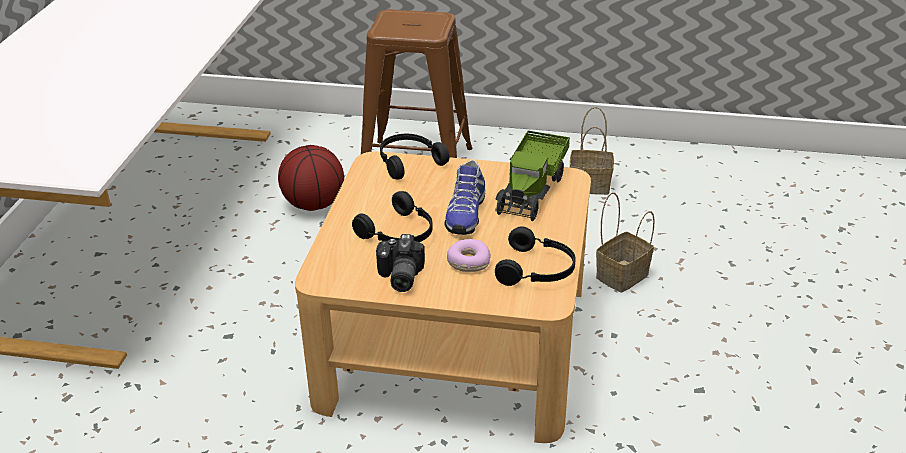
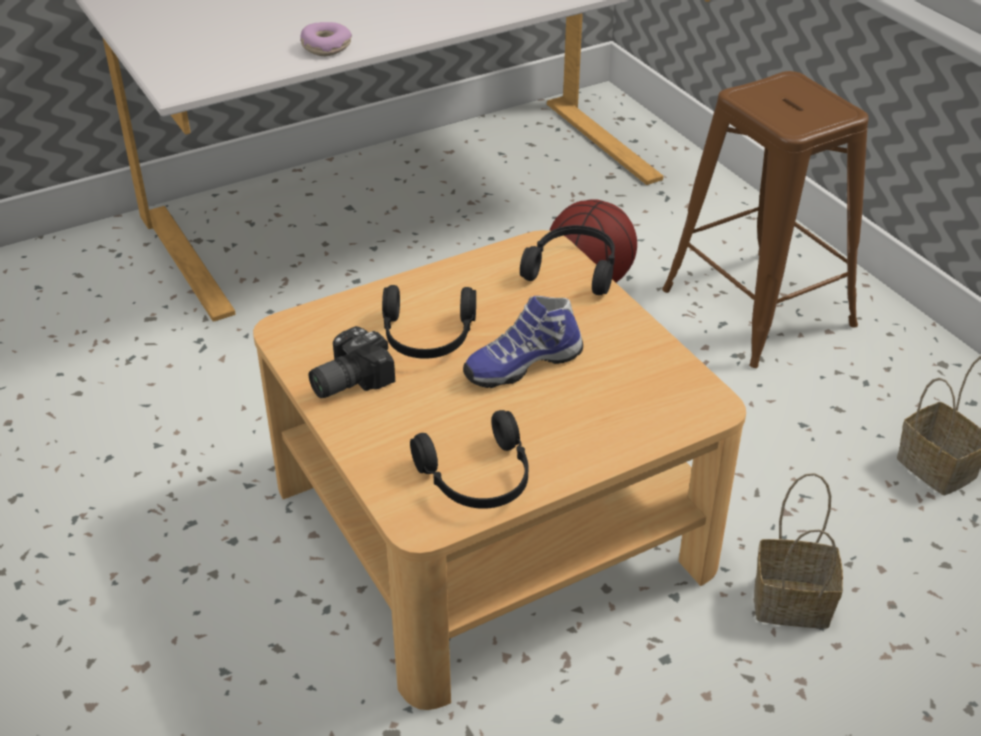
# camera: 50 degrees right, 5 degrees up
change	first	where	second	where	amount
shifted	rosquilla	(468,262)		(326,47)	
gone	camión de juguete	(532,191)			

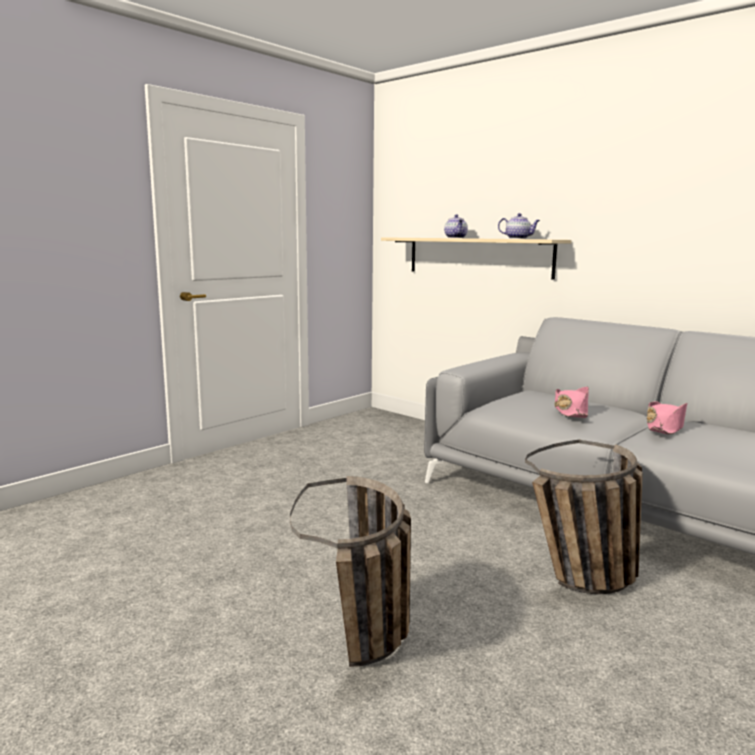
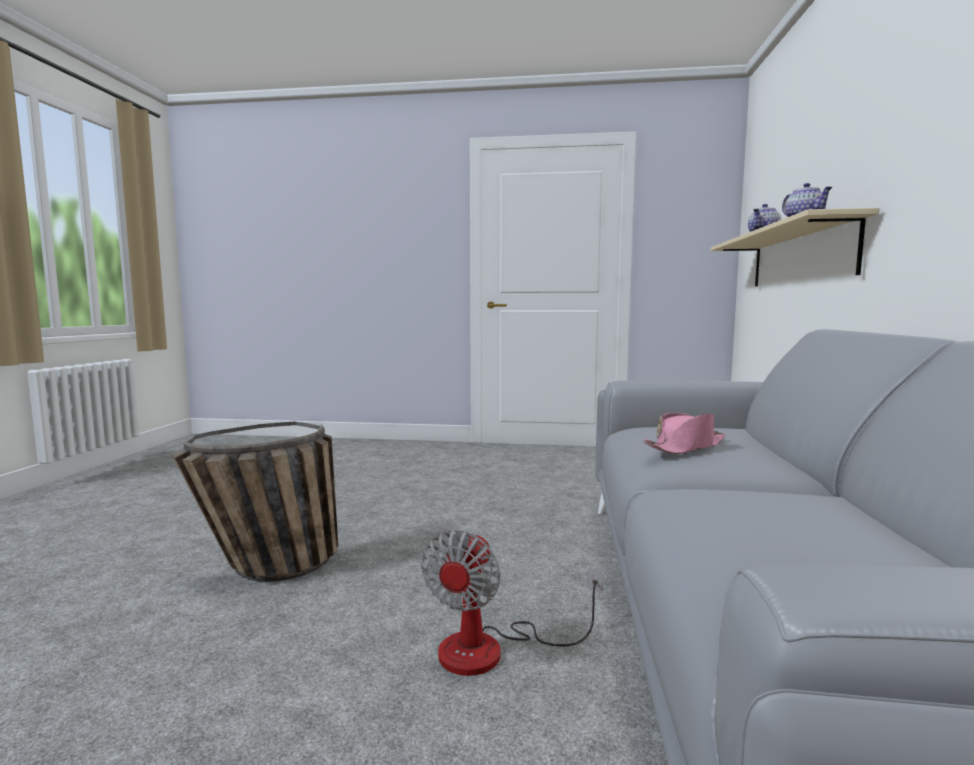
# camera: 55 degrees right, 5 degrees down
change	first	where	second	where	amount
swapped	cesta	(585,583)	ventilador	(492,649)	
gone	sombrero (rosa)	(665,427)			

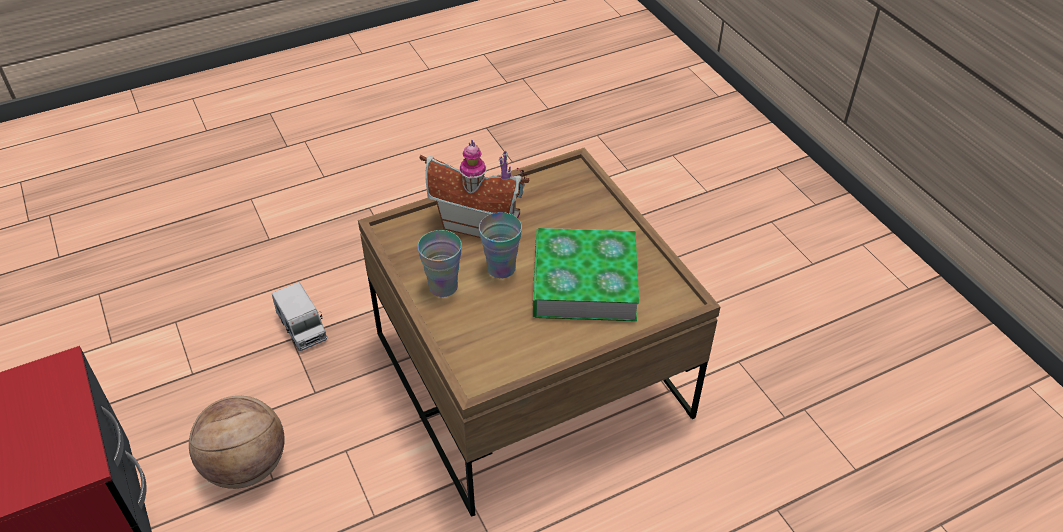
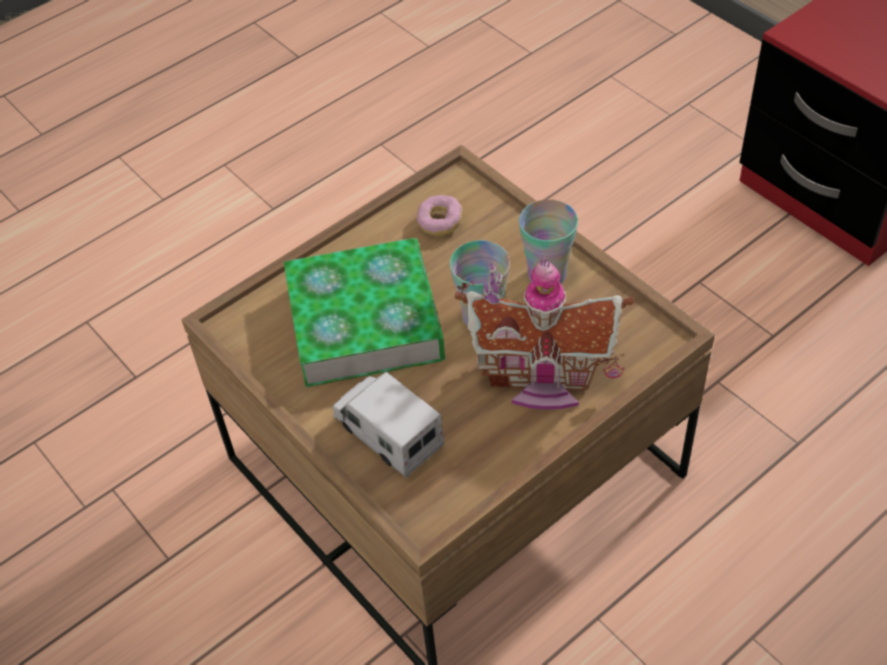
# camera: 170 degrees right, 5 degrees up
change	first	where	second	where	amount
shifted	camión de juguete	(302,328)		(388,433)	
new			rosquilla	(440,223)	
gone	balón de baloncesto	(246,466)			

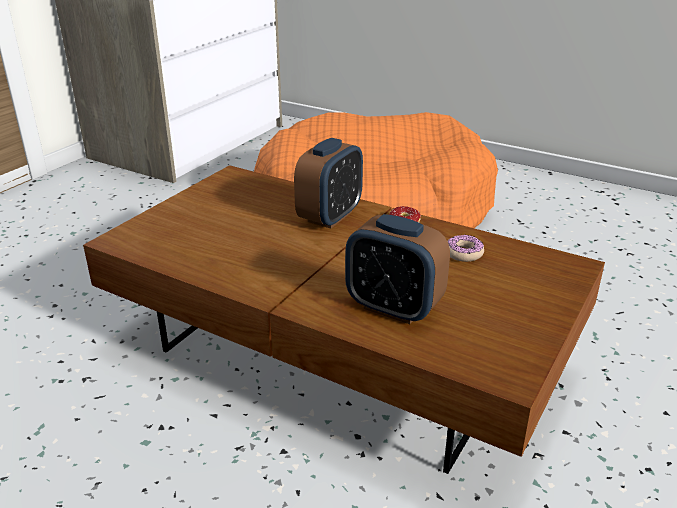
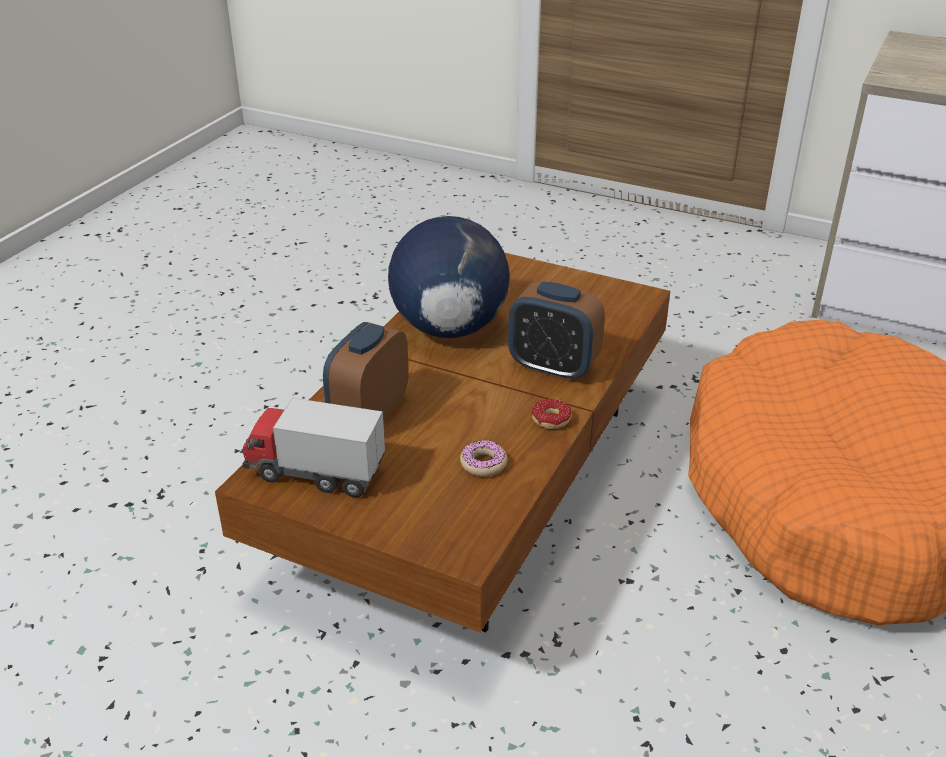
# camera: 85 degrees right, 5 degrees up
change	first	where	second	where	amount
new			camión de juguete	(316,472)	
new			globo terráqueo	(449,328)	

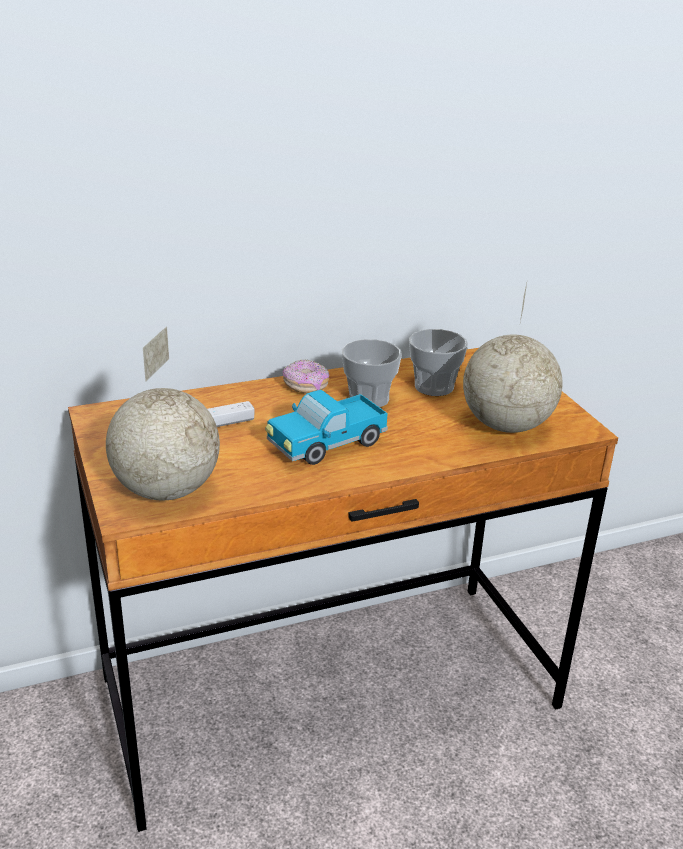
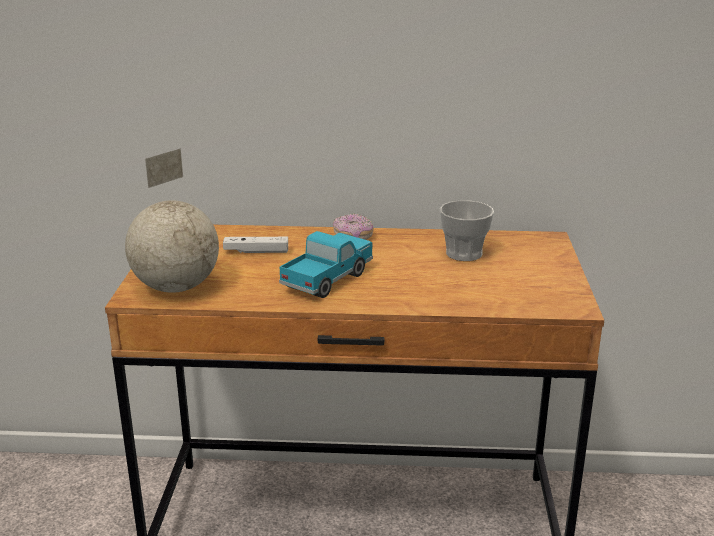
# camera: 25 degrees right, 5 degrees down
change	first	where	second	where	amount
rotated	camión de juguete	(326,445)		(328,279)	135 degrees clockwise
gone	taza	(369,399)			
gone	globo terráqueo	(507,425)			

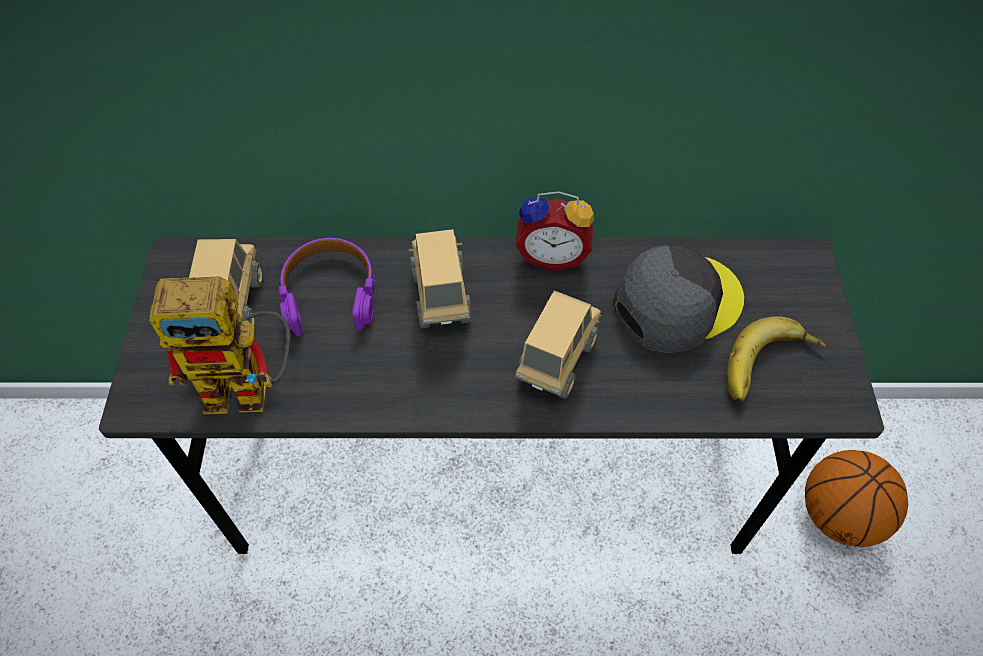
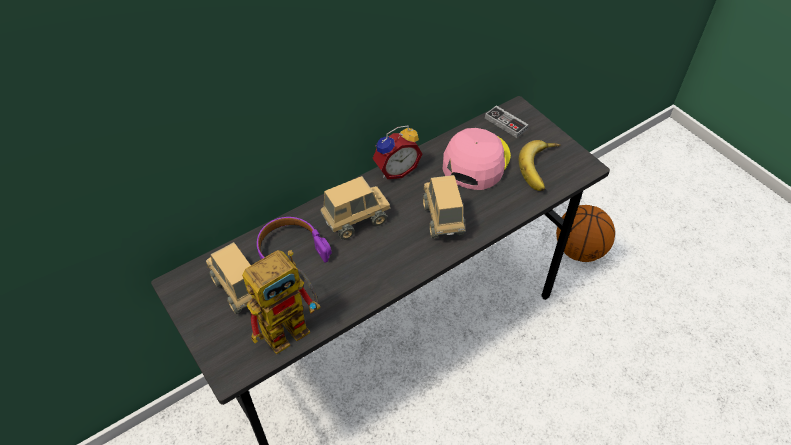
# camera: 35 degrees left, 5 degrees down
change	first	where	second	where	amount
rotated	camión de juguete	(441,298)		(356,221)	105 degrees clockwise
repainted	gorra (gris)	(676,302)	gorra (rosa)	(475,161)	
new			mando de consola	(506,123)	

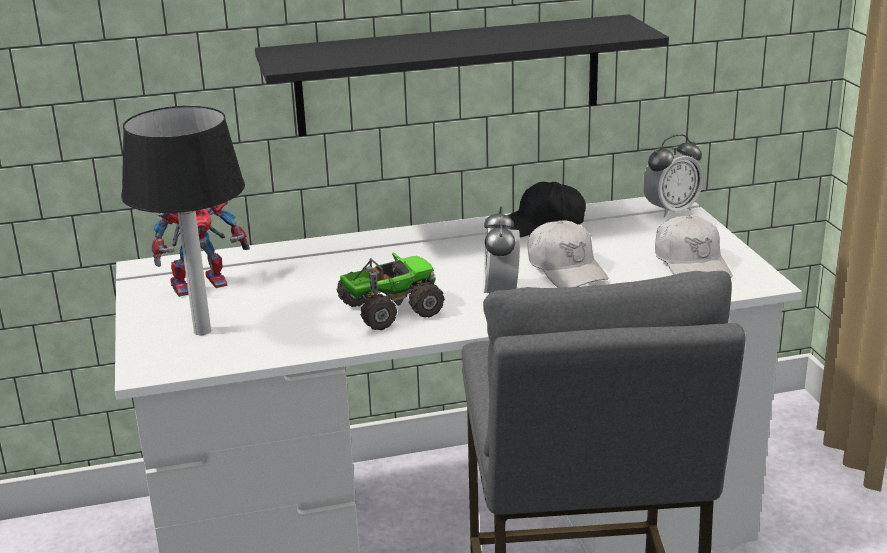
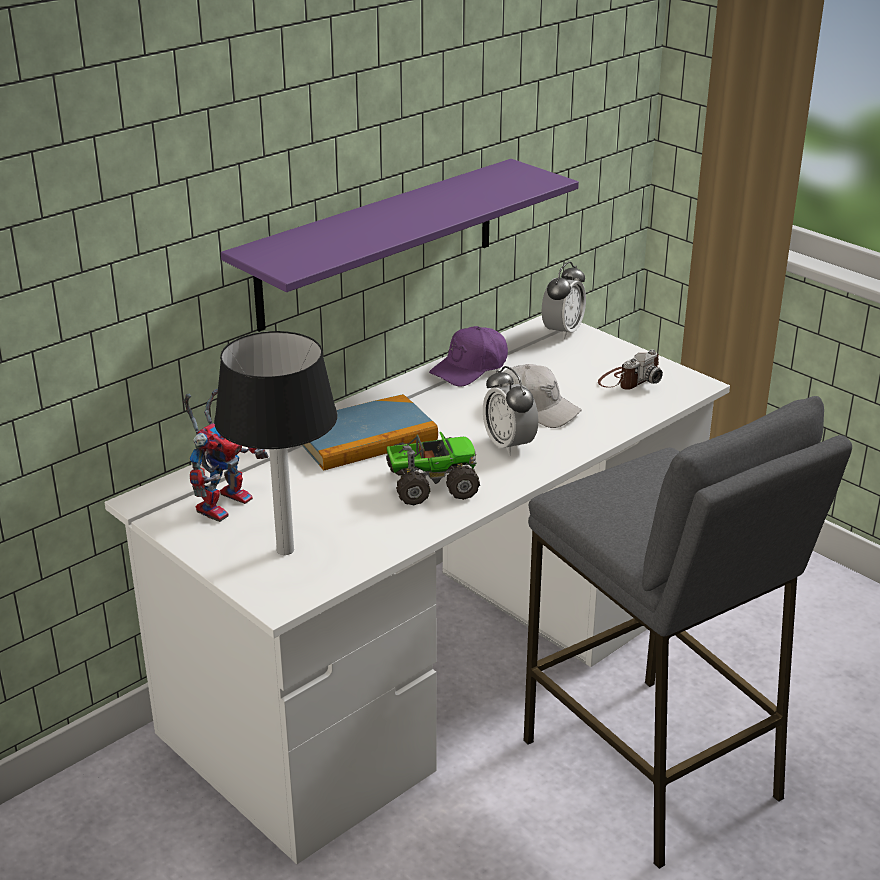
# camera: 30 degrees left, 5 degrees up
change	first	where	second	where	amount
repainted	estante (negro)	(449,75)	estante (morado)	(378,243)	
new			libro	(365,438)	
rotated	camión de juguete	(388,309)		(430,484)	45 degrees clockwise
repainted	gorra (negro)	(541,224)	gorra (morado)	(470,368)	
swapped	gorra (blanco)	(691,264)	cámara	(629,380)	

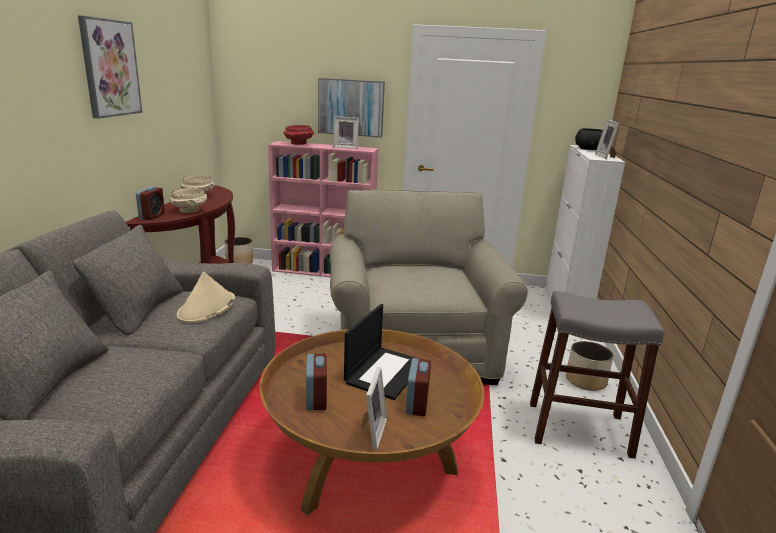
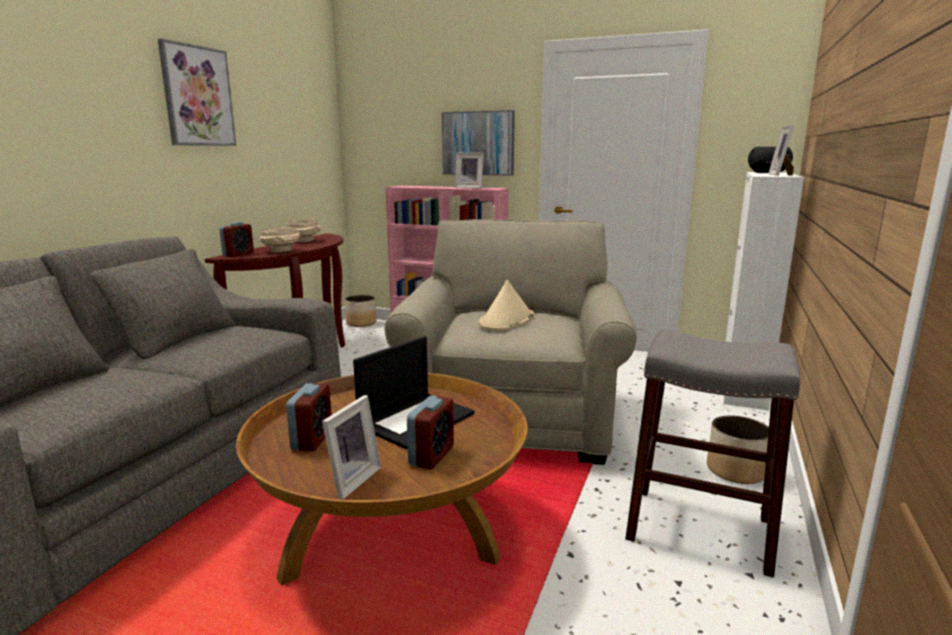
# camera: 15 degrees right, 5 degrees down
change	first	where	second	where	amount
shifted	sombrero (beis)	(206,308)		(506,321)	
gone	cuenco (rojo)	(299,143)			

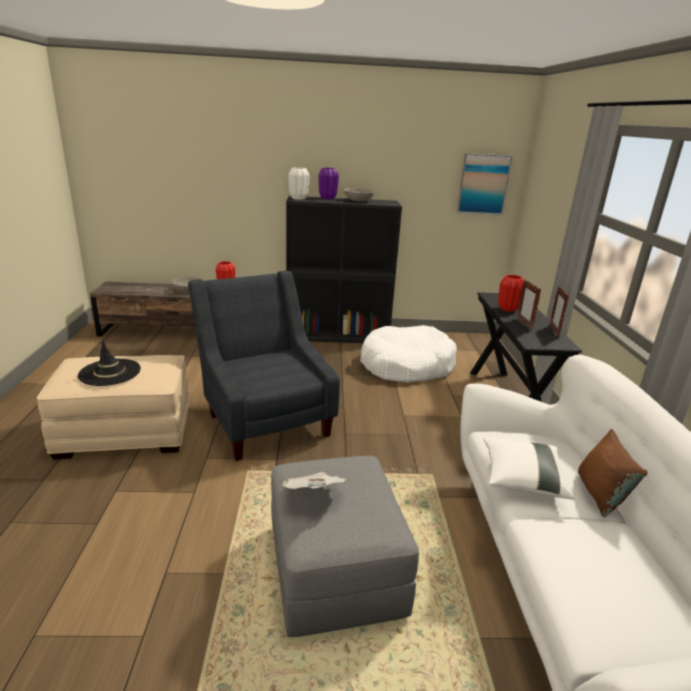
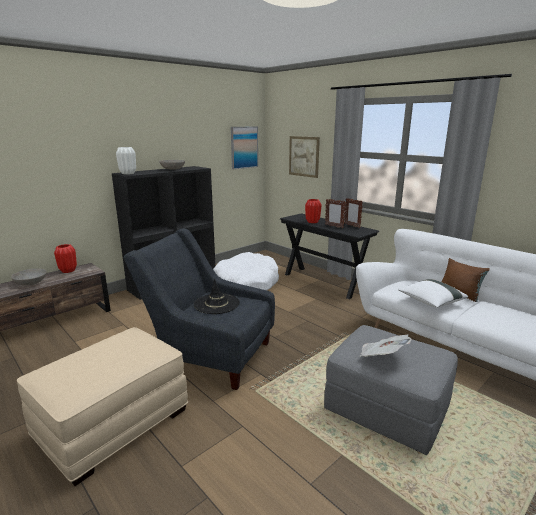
# camera: 40 degrees left, 5 degrees down
change	first	where	second	where	amount
shifted	sombrero (negro)	(110,372)		(216,304)	
new			cuadro	(304,156)	
gone	florero (morado)	(328,198)			

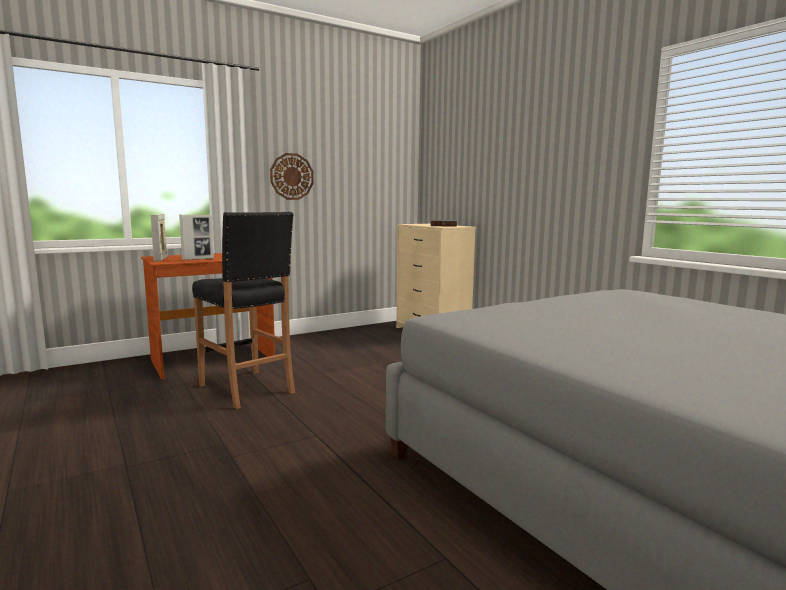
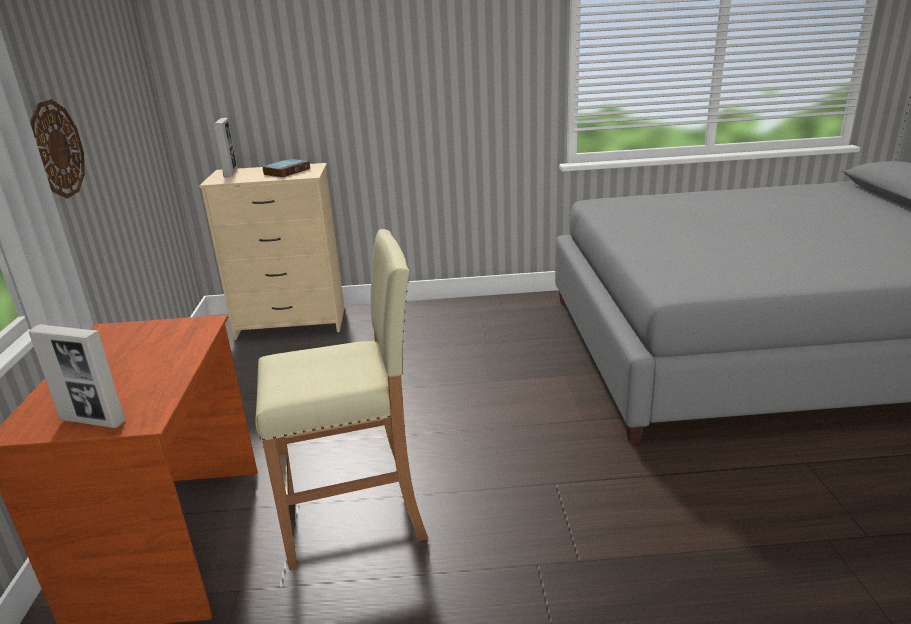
# camera: 60 degrees left, 15 degrees up
change	first	where	second	where	amount
shifted	portarretratos	(198,259)		(230,173)	
repainted	taburete (negro)	(247,389)	taburete (beis)	(356,518)	

